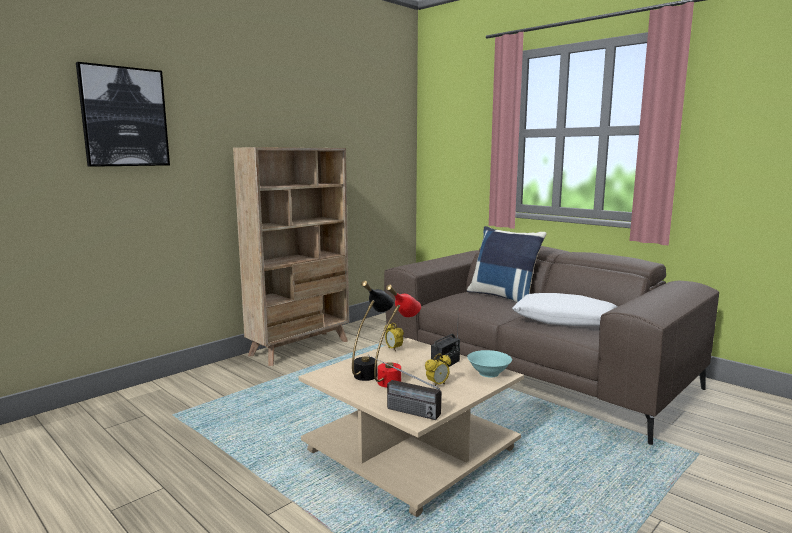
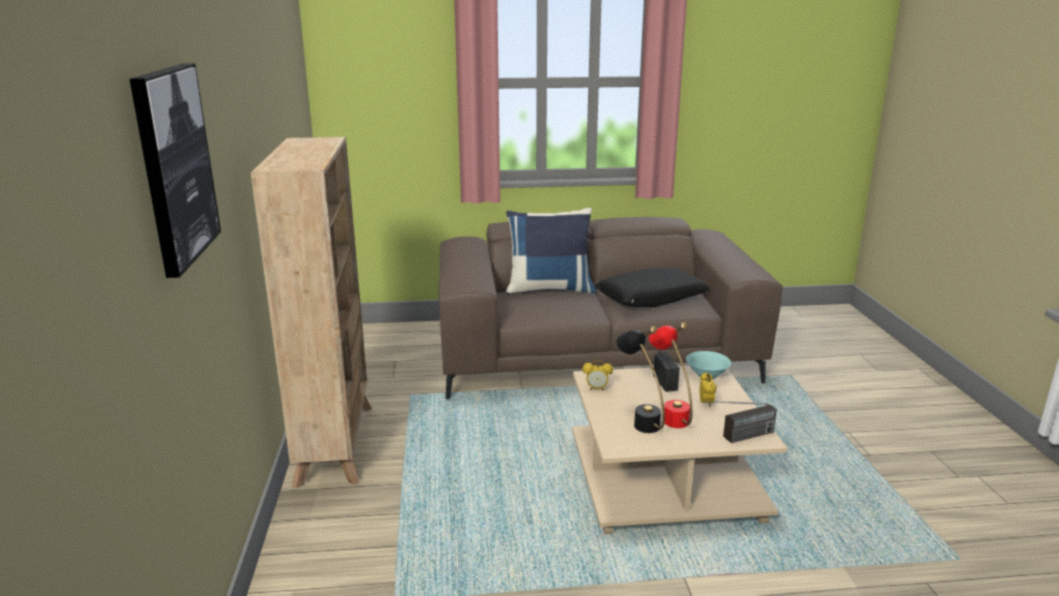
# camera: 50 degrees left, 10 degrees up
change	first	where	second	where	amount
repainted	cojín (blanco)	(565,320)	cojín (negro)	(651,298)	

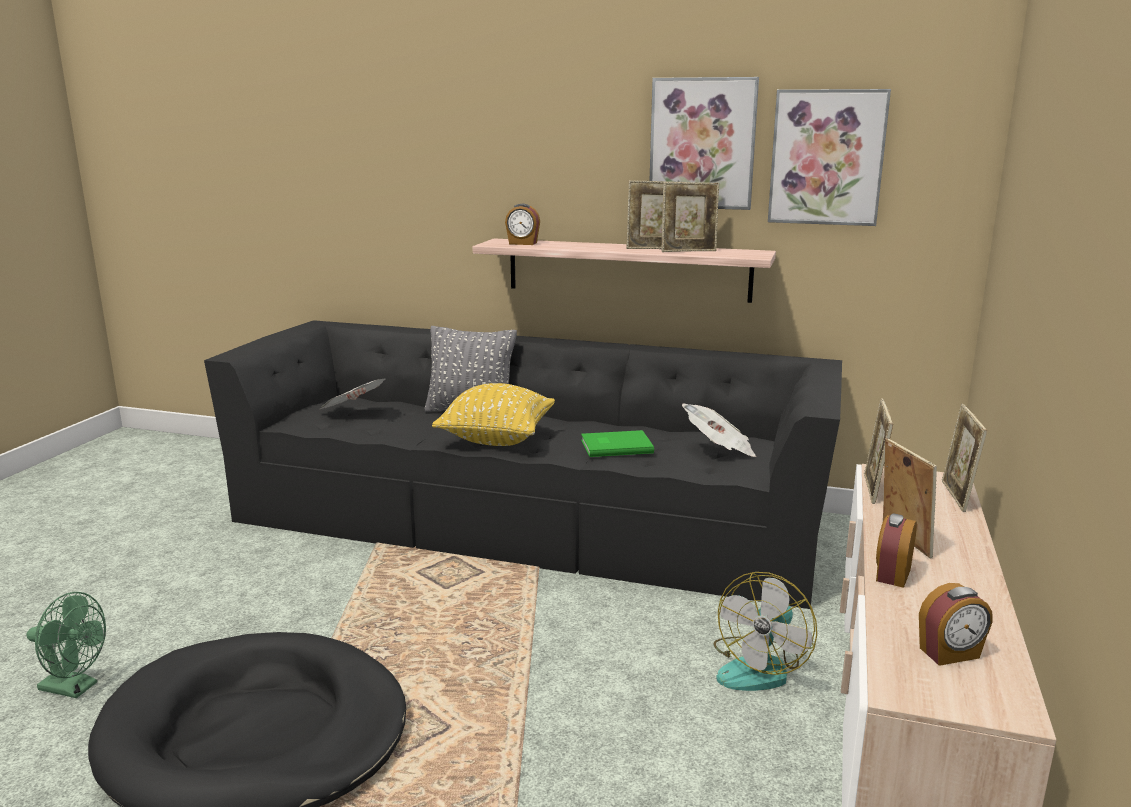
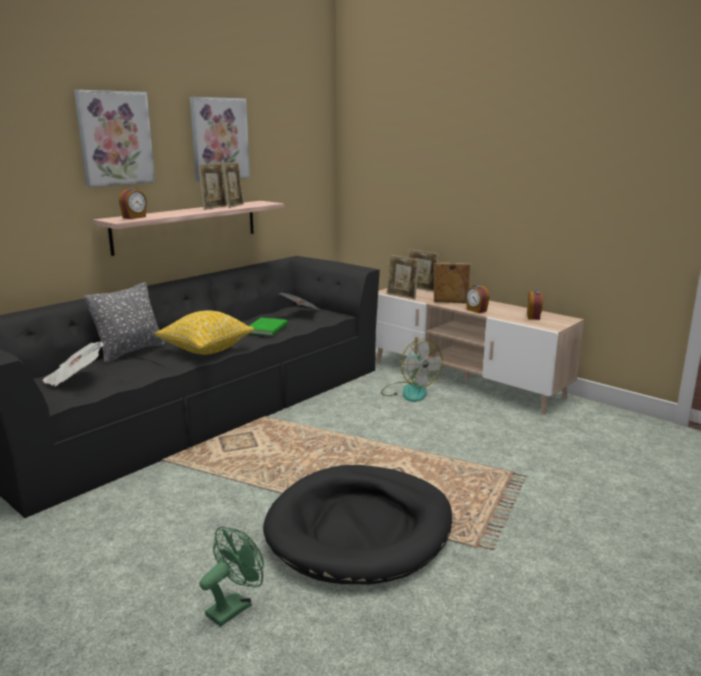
# camera: 65 degrees left, 0 degrees up
change	first	where	second	where	amount
shifted	cuadro	(827,157)		(115,138)	

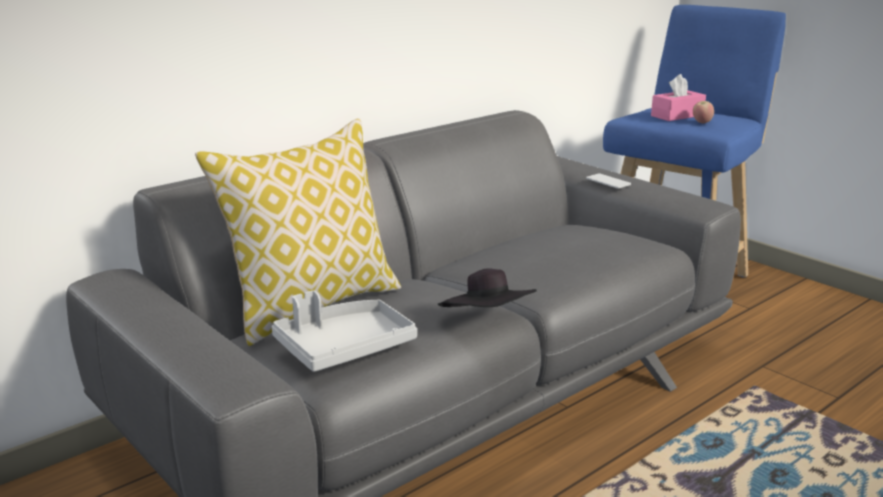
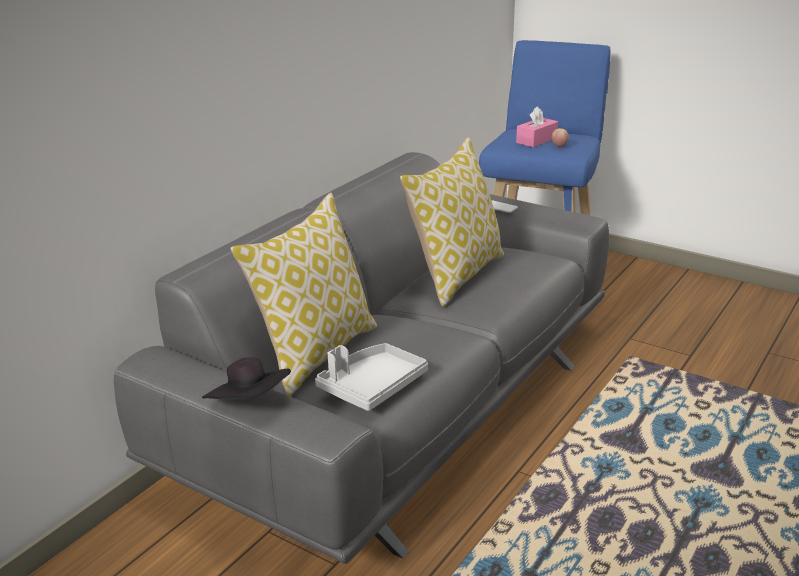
# camera: 15 degrees left, 5 degrees up
change	first	where	second	where	amount
shifted	sombrero (negro)	(488,323)		(250,405)	
new			cojín	(455,275)	

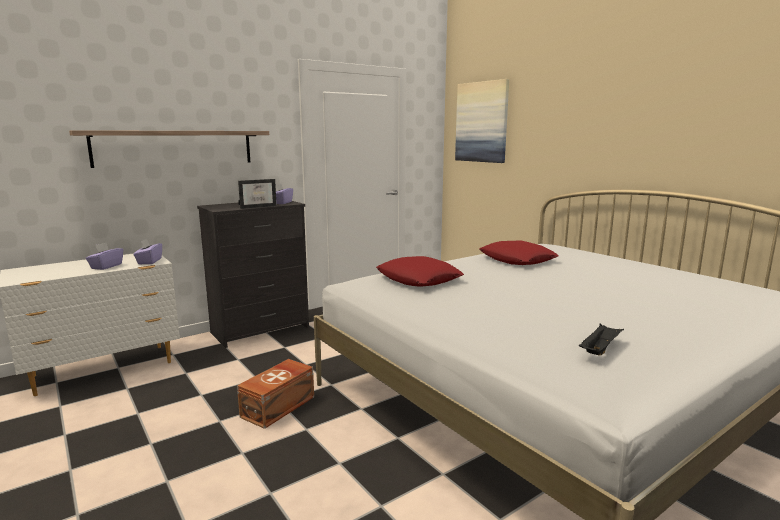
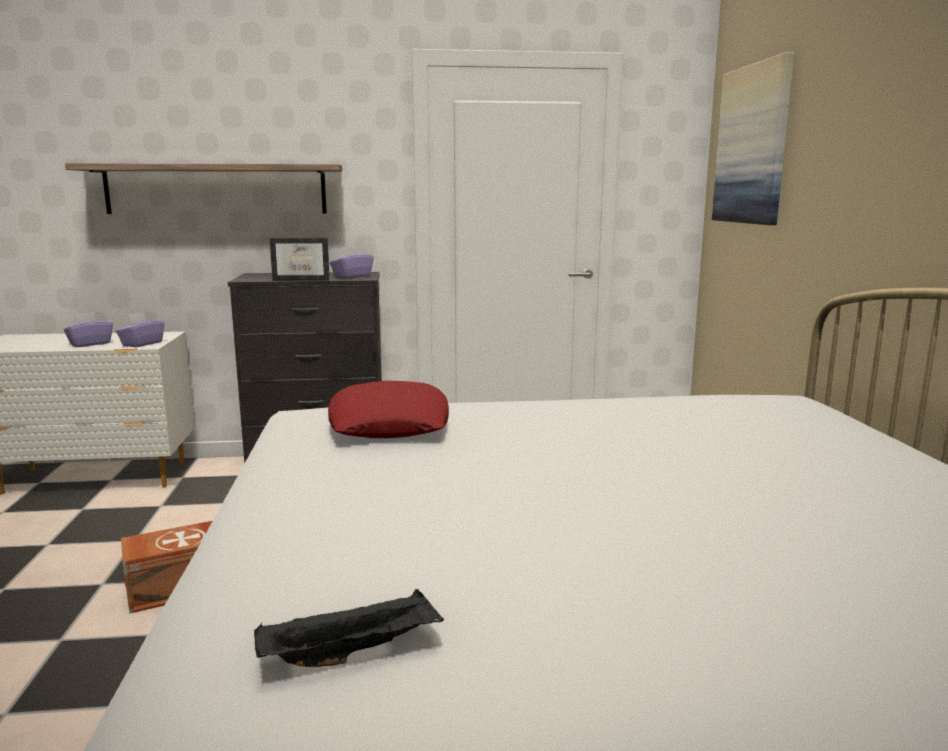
# camera: 30 degrees right, 0 degrees up
change	first	where	second	where	amount
gone	cojín (rojo)	(517,260)			

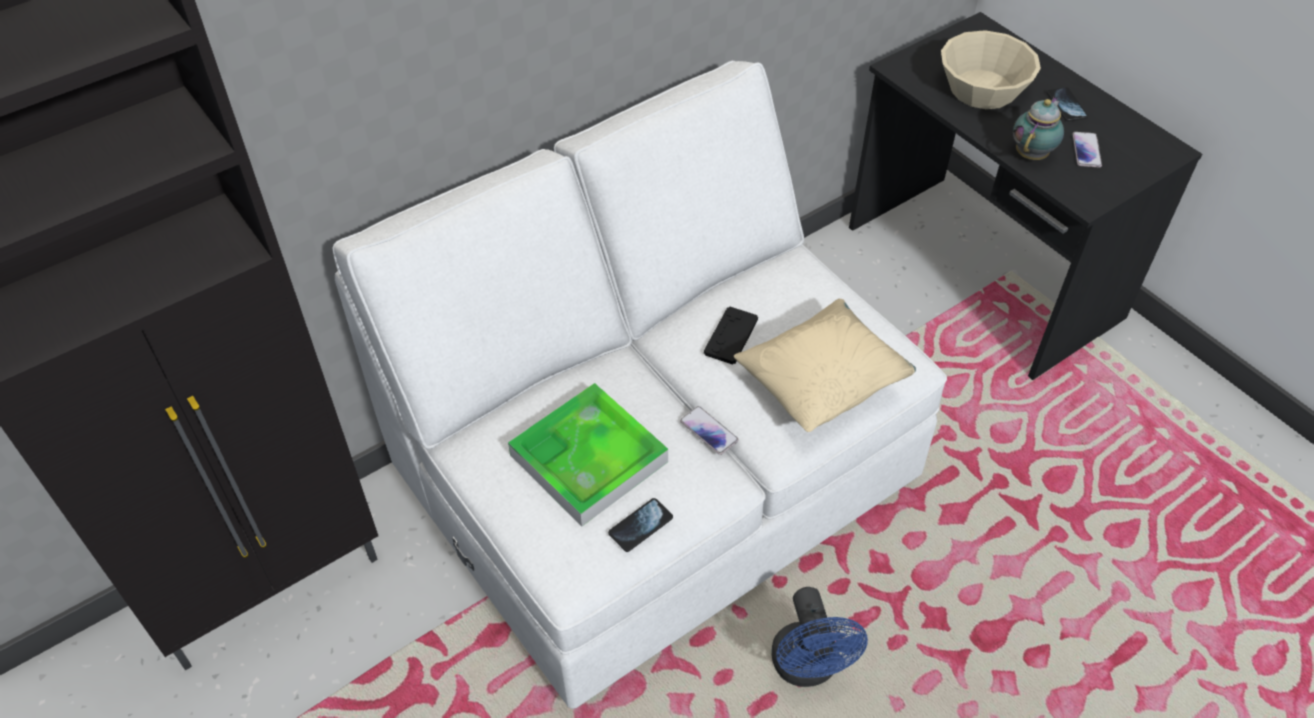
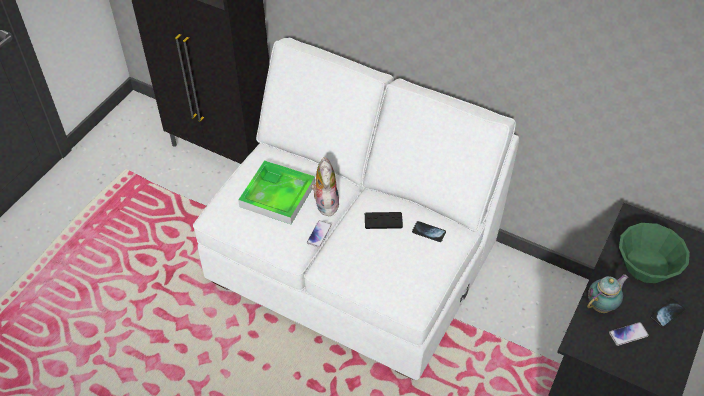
# camera: 65 degrees right, 0 degrees up
change	first	where	second	where	amount
new			peluche	(325,203)	
shifted	móvil	(640,526)		(428,232)	
rotated	tetera	(1032,154)		(602,305)	45 degrees counterclockwise
repainted	cuenco (beis)	(982,89)	cuenco (verde)	(646,264)	
gone	cojín (beis)	(822,385)			
gone	ventilador (azul)	(807,668)			

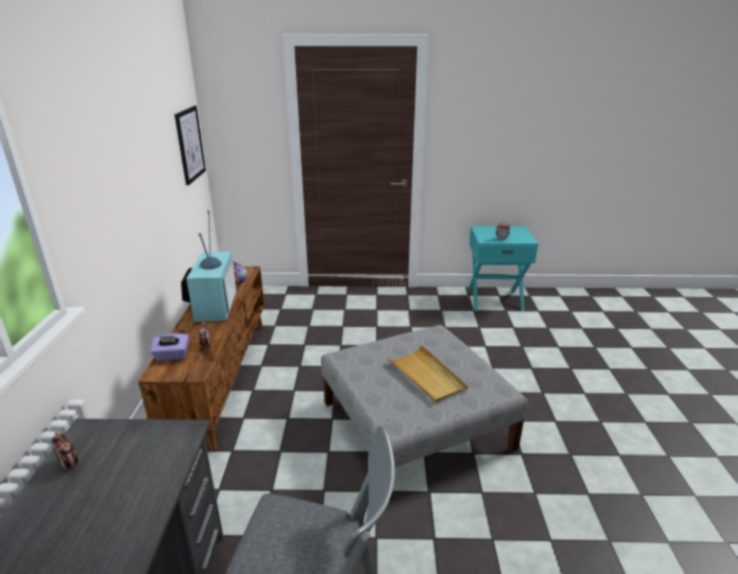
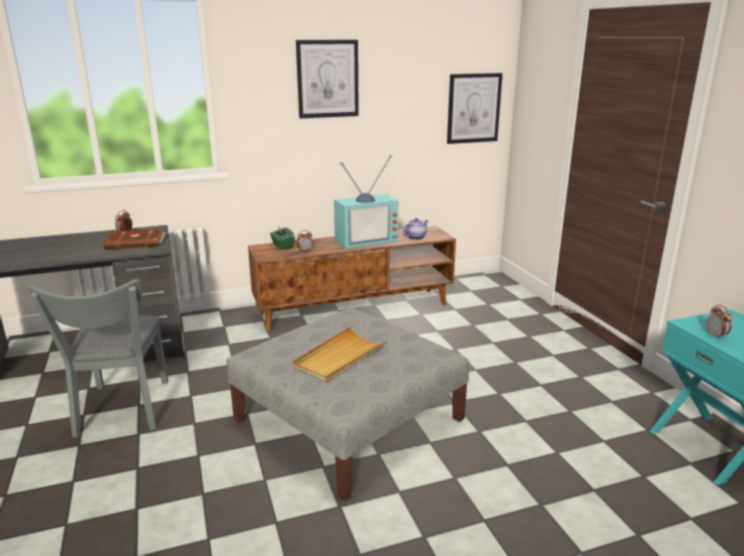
# camera: 70 degrees right, 5 degrees down
change	first	where	second	where	amount
new			libro (marrón)	(136,242)	
repainted	caja de pañuelos (morado)	(172,356)	caja de pañuelos (verde)	(282,246)	
new			cuadro	(327,79)	

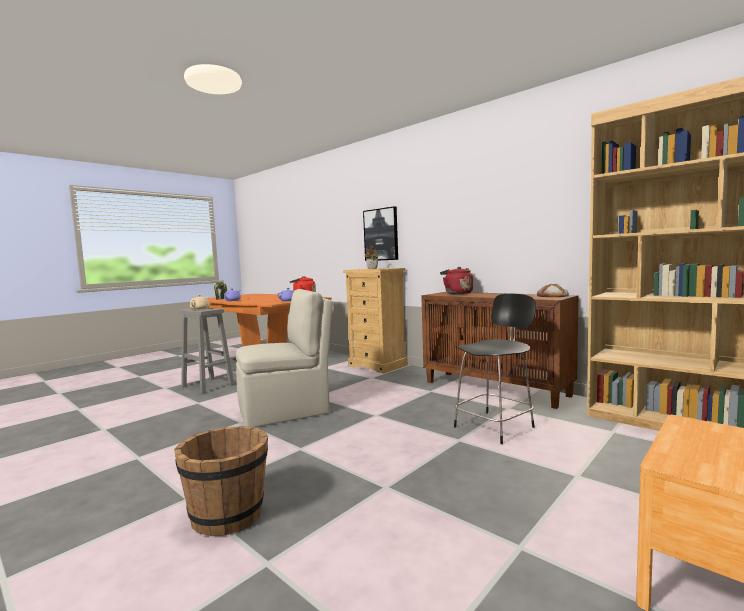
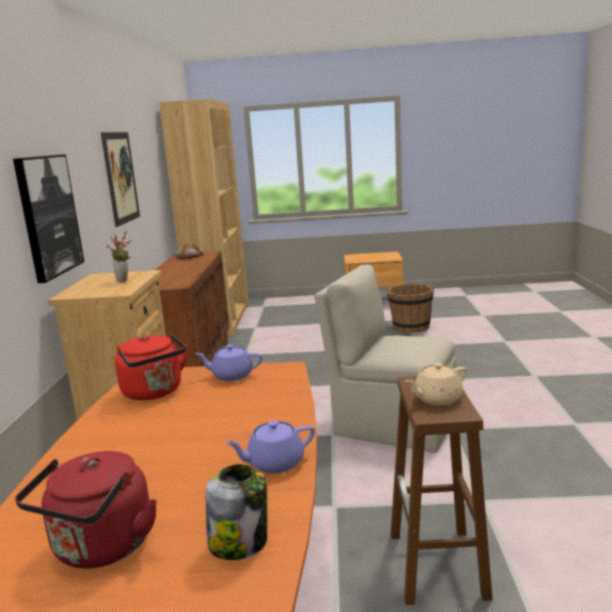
# camera: 130 degrees left, 10 degrees up
change	first	where	second	where	amount
shifted	hervidor (rojo)	(457,293)		(101,549)	
new			cuadro	(121,177)	
shifted	cubo (marrón)	(228,515)		(410,327)	
repainted	taburete (gris)	(207,385)	taburete (marrón)	(438,566)	
gone	silla (negro)	(495,426)			

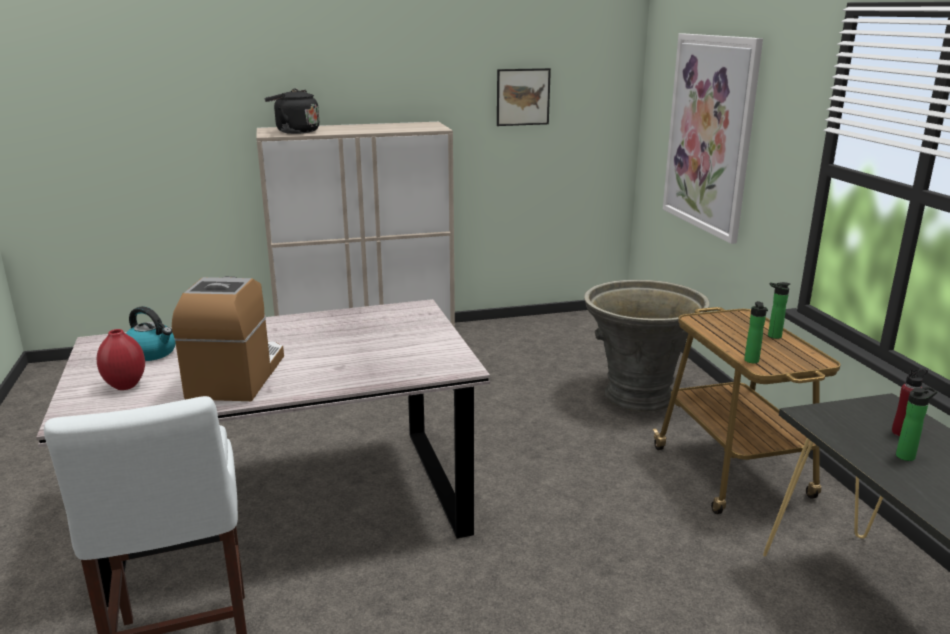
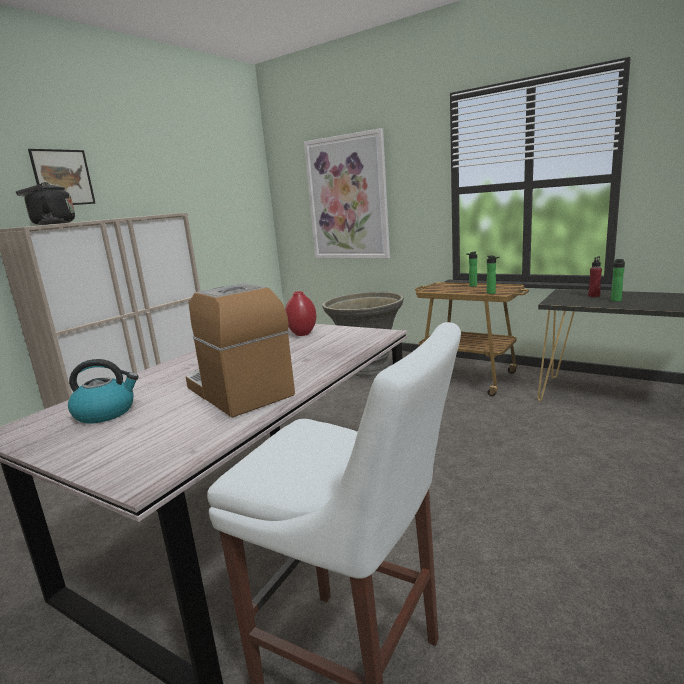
# camera: 40 degrees left, 5 degrees down
change	first	where	second	where	amount
shifted	cuadro	(523,97)		(63,177)	
shifted	florero (rojo)	(126,386)		(303,334)	

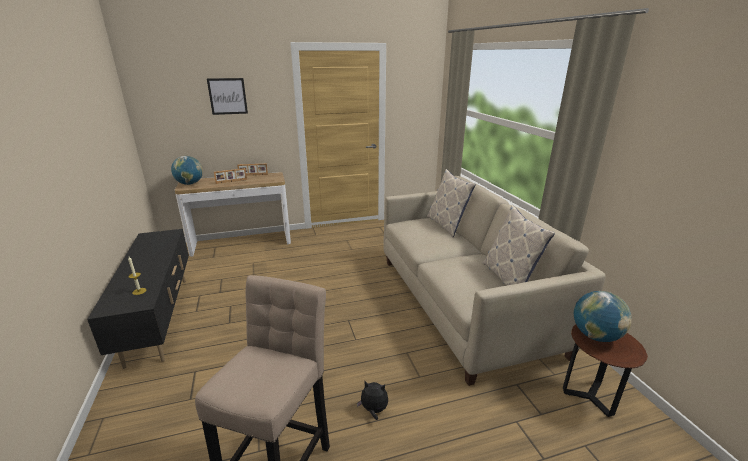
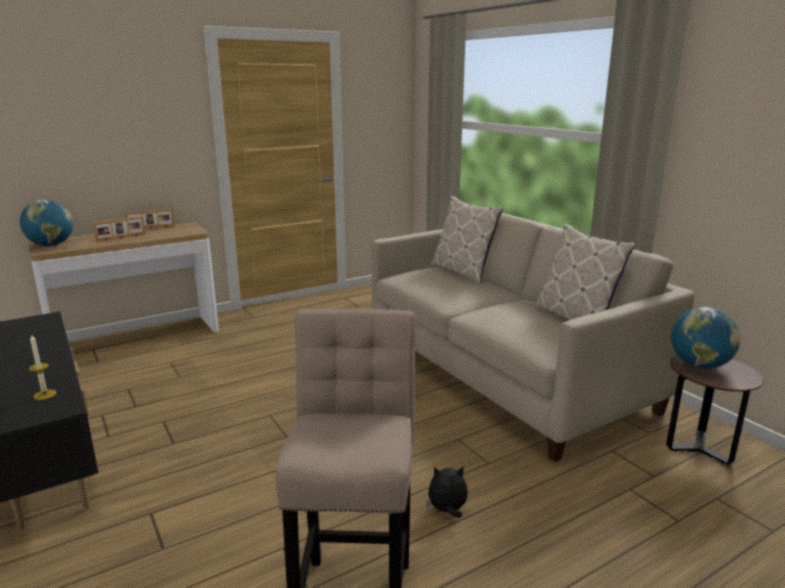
# camera: 15 degrees left, 5 degrees down
change	first	where	second	where	amount
gone	cuadro	(227,96)			

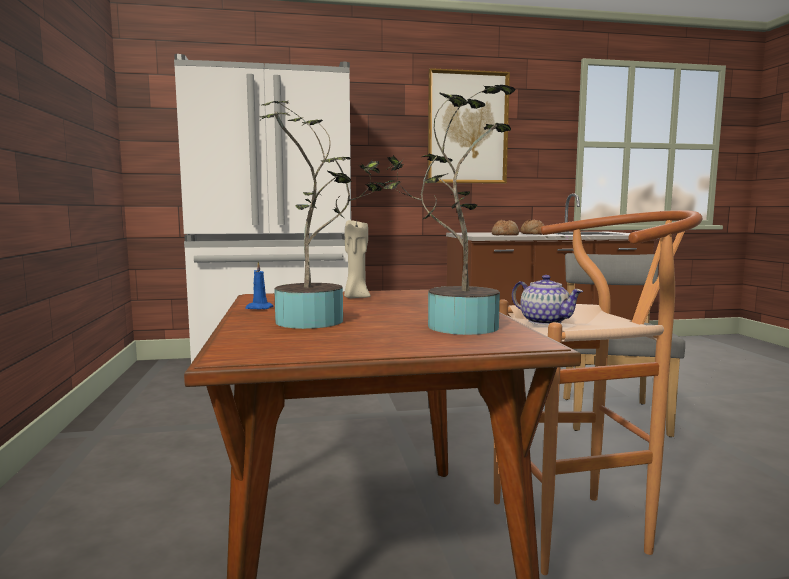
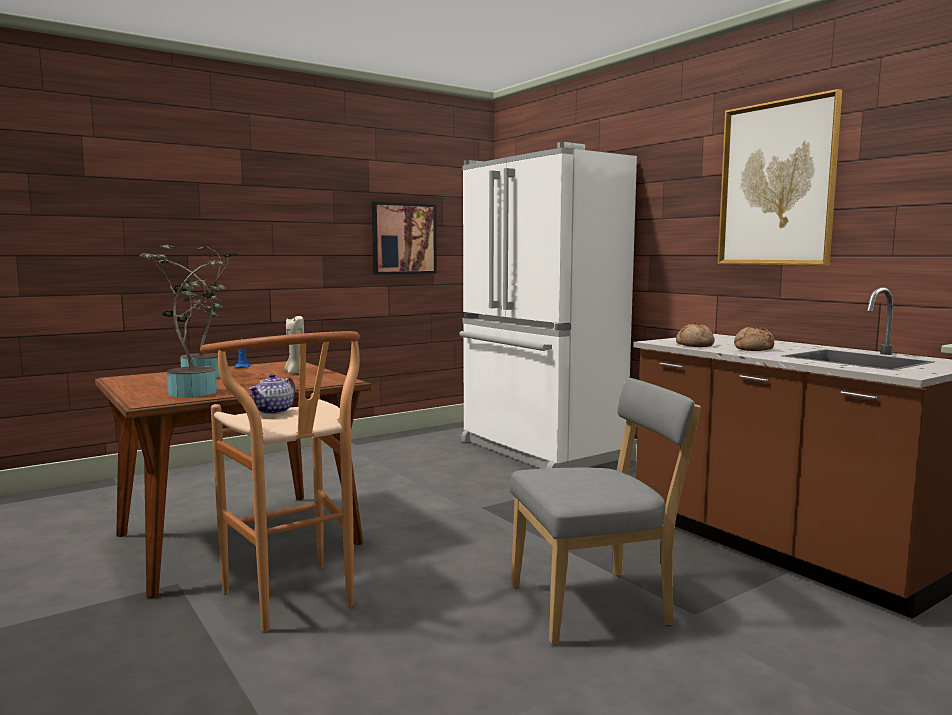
# camera: 65 degrees right, 0 degrees up
change	first	where	second	where	amount
new			cuadro	(403,238)	

